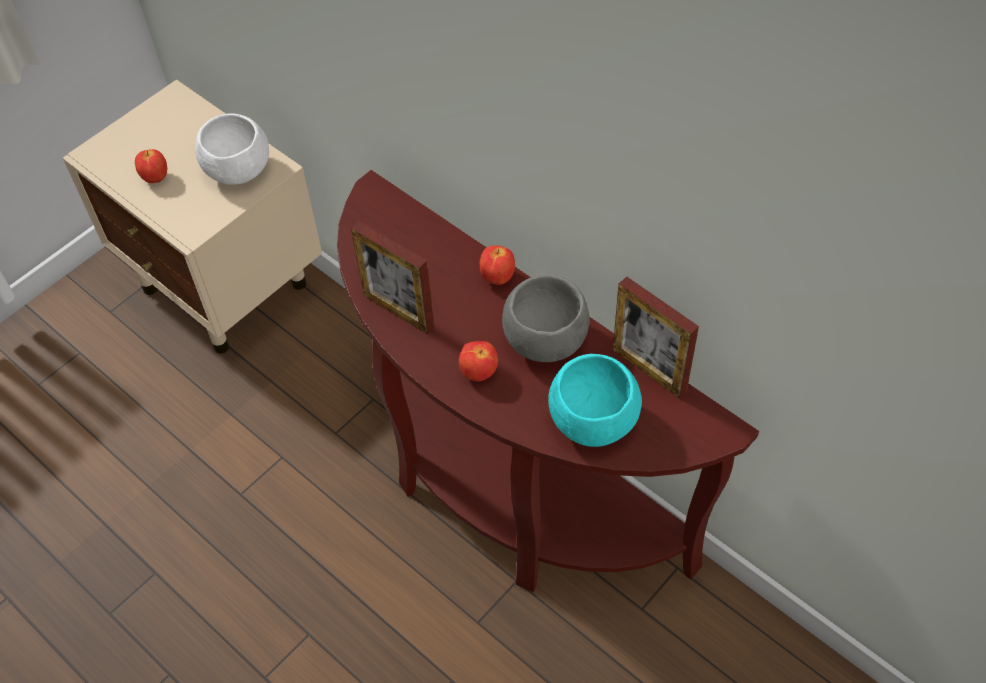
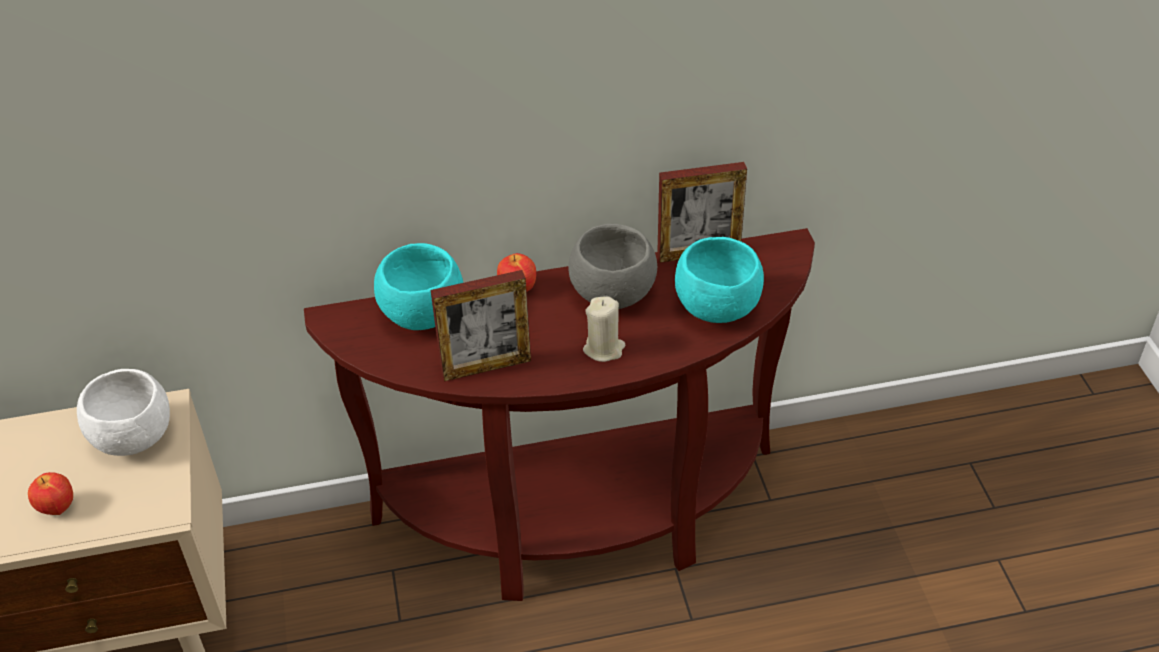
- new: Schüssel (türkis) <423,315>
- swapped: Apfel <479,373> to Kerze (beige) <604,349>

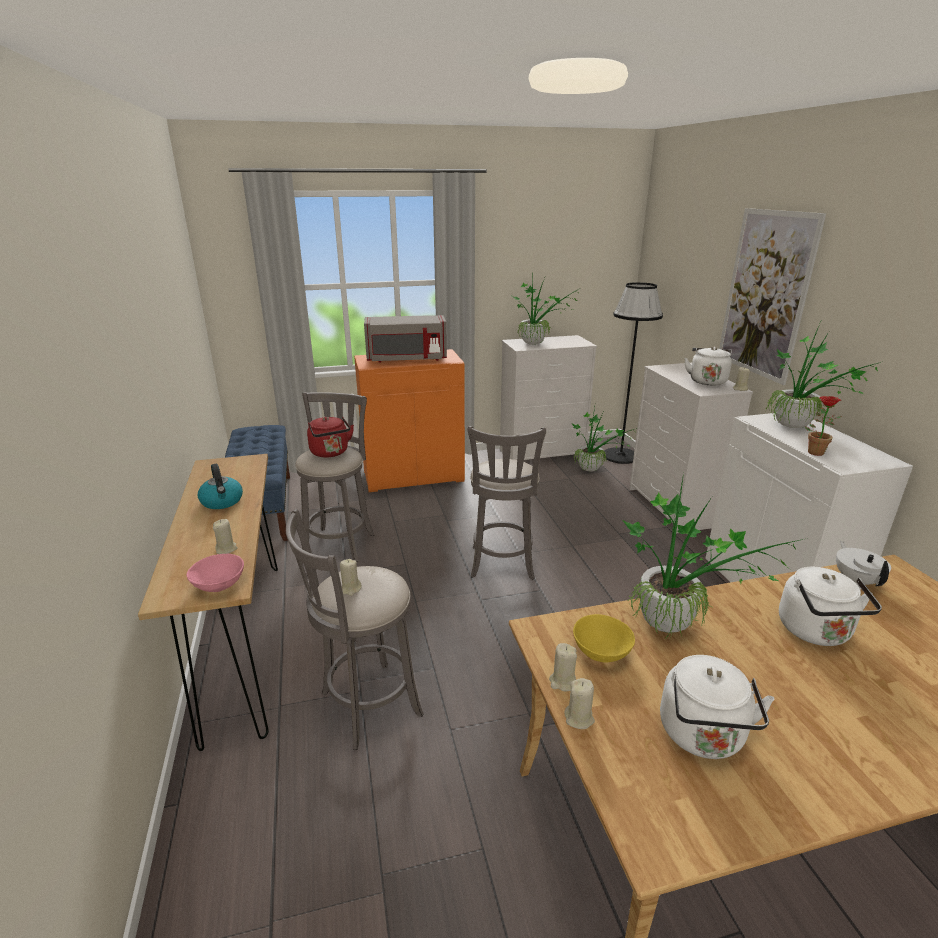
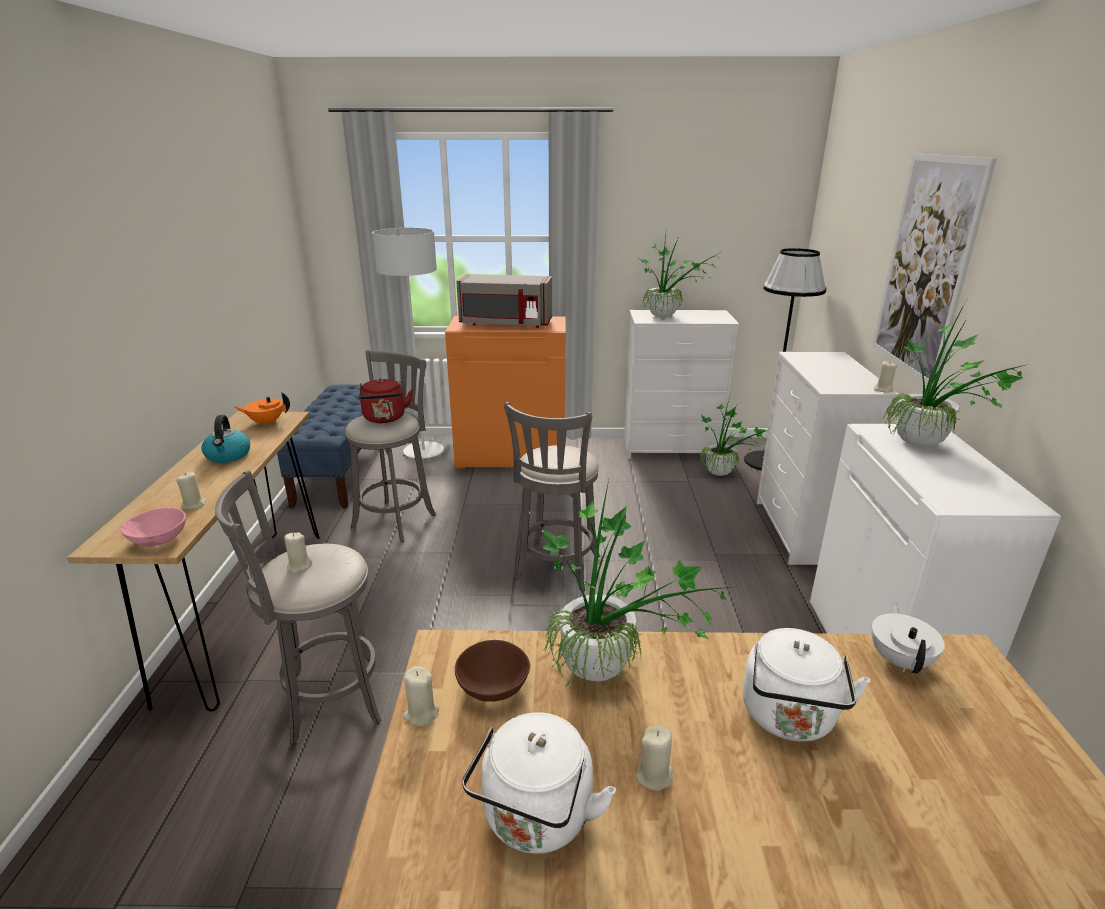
- new: Teekanne (orange) <266,422>
- new: Stehlampe (grau) <423,452>
- repainted: Schüssel (gelb) <601,652> to Schüssel (braun) <492,687>
- shifted: Kerze (beige) <579,718> to <654,775>
- gone: Wasserkessel (weiß) <707,381>
- gone: Topfpflanze <814,451>

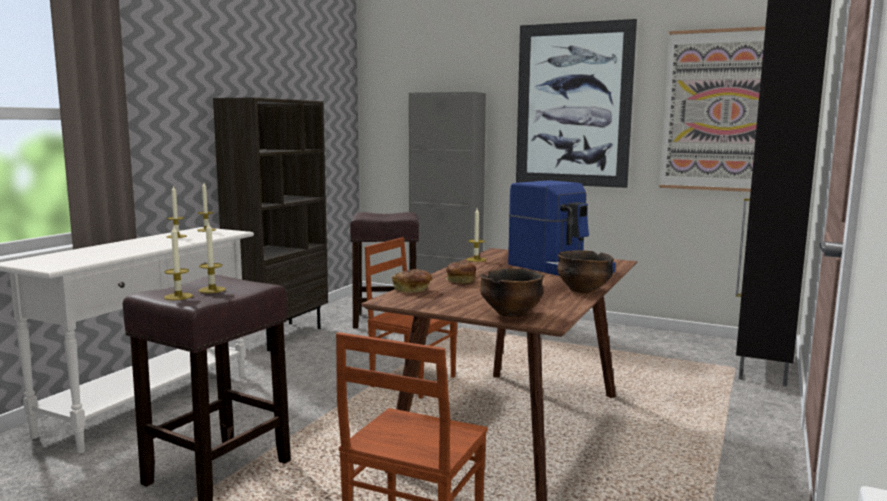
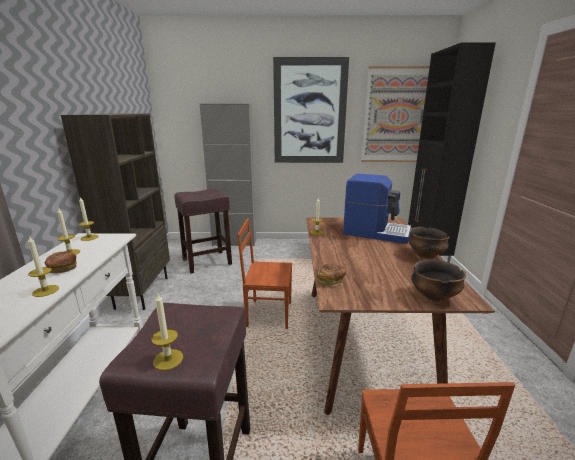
- shifted: Kerze <212,290> to <45,291>
- shifted: Brot <460,281> to <62,269>

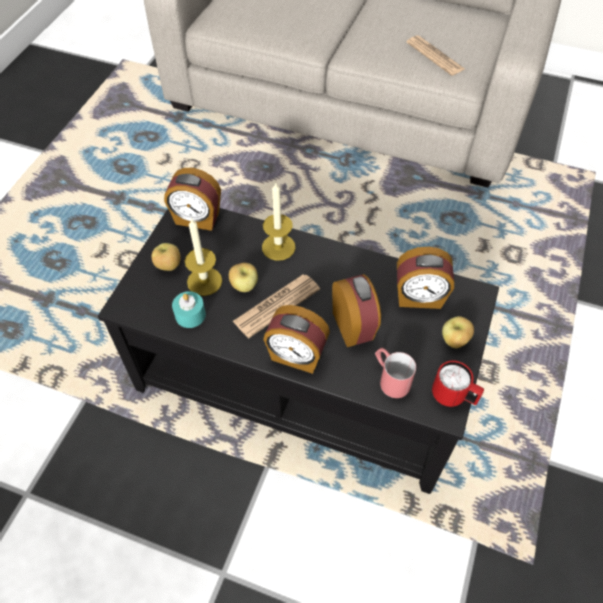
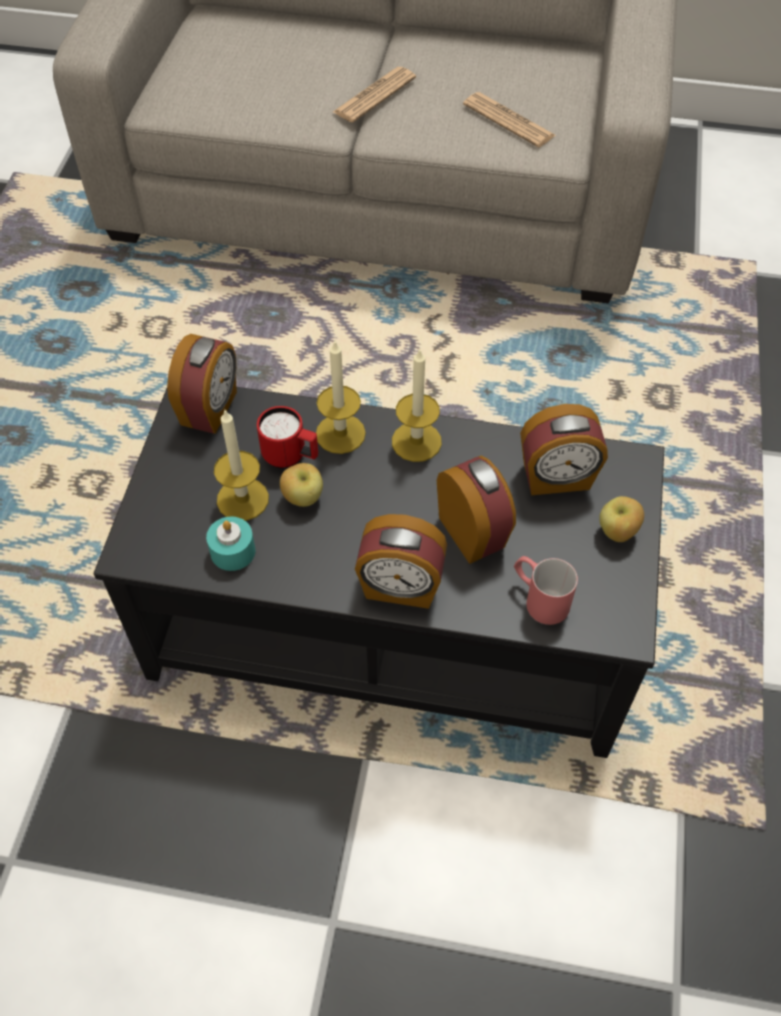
- rotated: Wecker <197,219> = <210,409> 75 degrees counterclockwise
- shifted: Henkelbecher (rot) <453,397> to <290,457>
- shifted: Zeitung <276,305> to <374,95>
- new: Kerze <416,441>
- gone: Apfel <168,266>

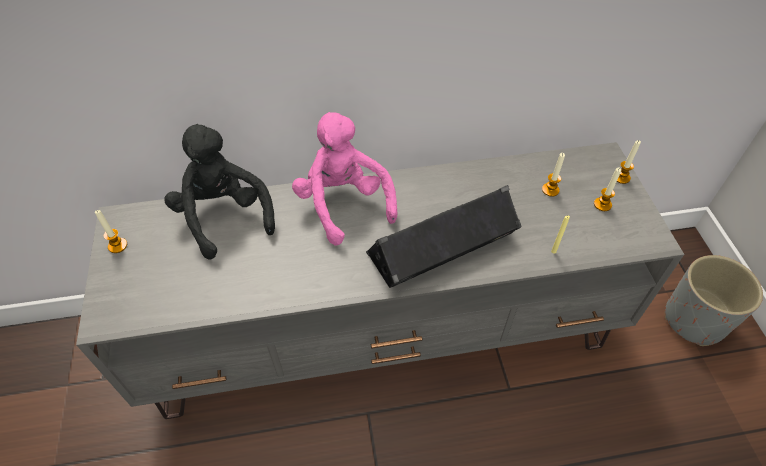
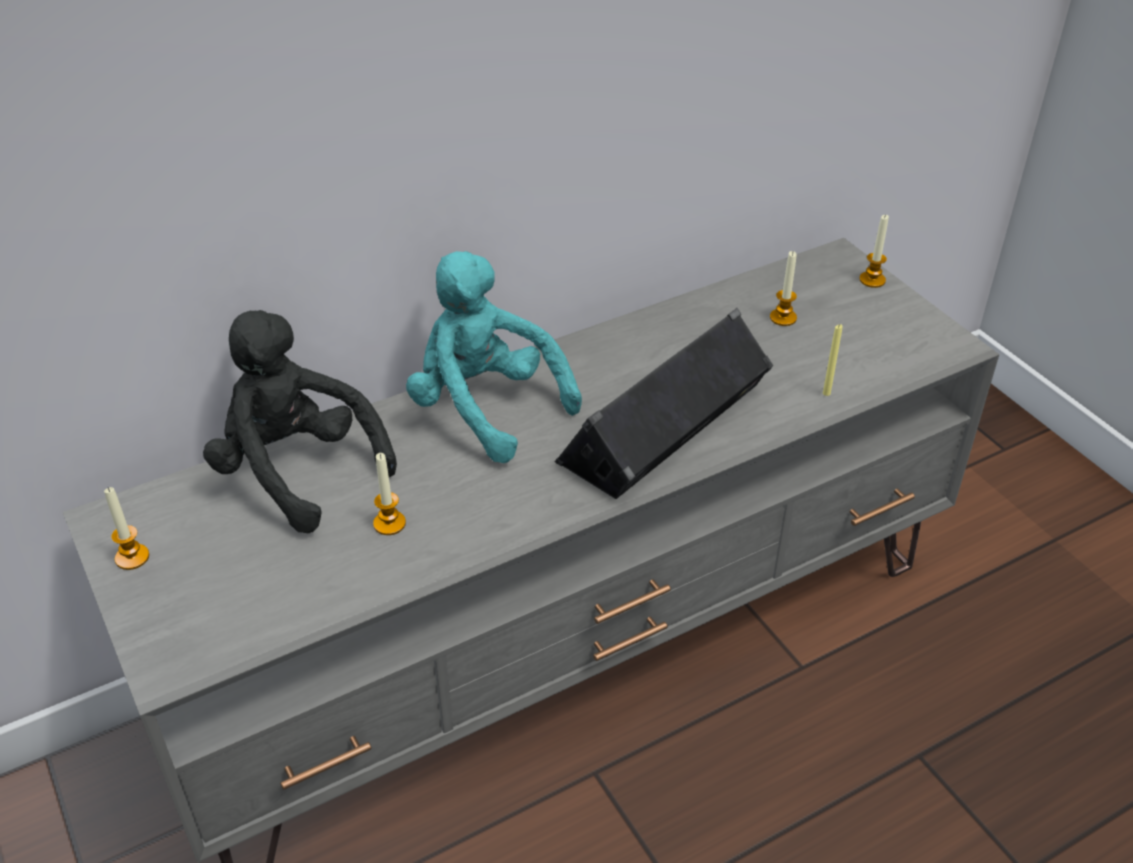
- shifted: Kerze <602,204> to <389,523>
- repainted: Plüschtier (rosa) <343,204> to Plüschtier (türkis) <485,407>
- gone: Pflanzkübel (grau) <695,320>

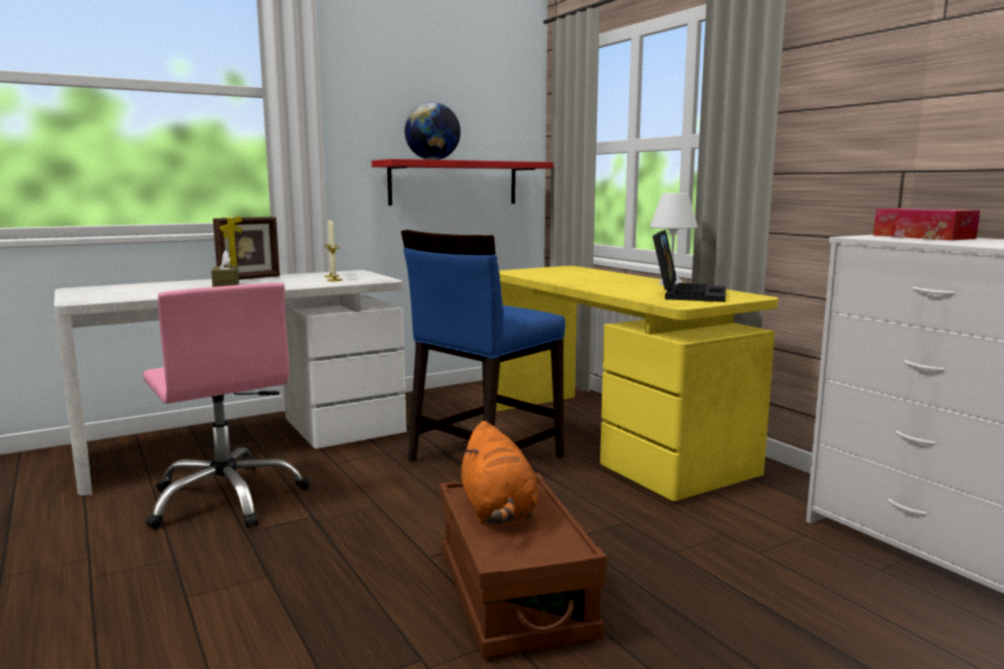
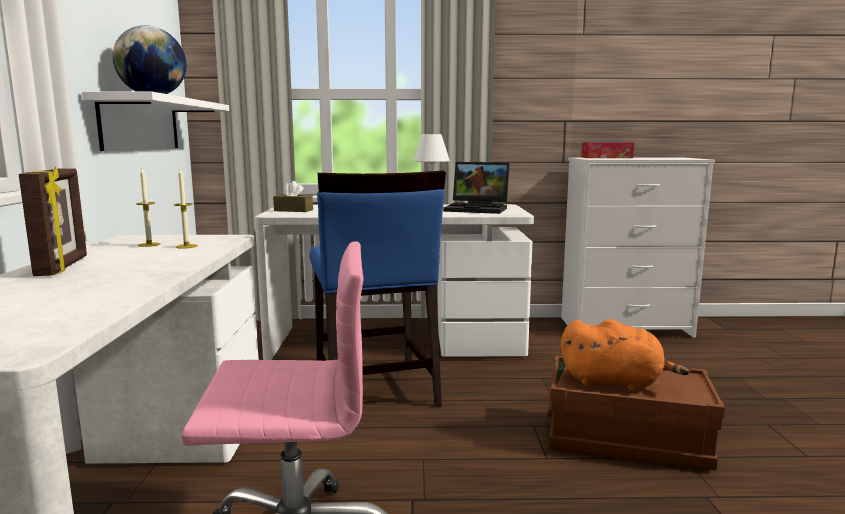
- repainted: Wandregal (rot) <454,183> to Wandregal (weiß) <141,124>
- repainted: Schreibtisch (gelb) <610,439> to Schreibtisch (weiß) <397,341>
- shifted: Taschentuchbox (braun) <226,286> to <293,210>
- rotated: Laptop <686,294> = <478,209> 150 degrees clockwise

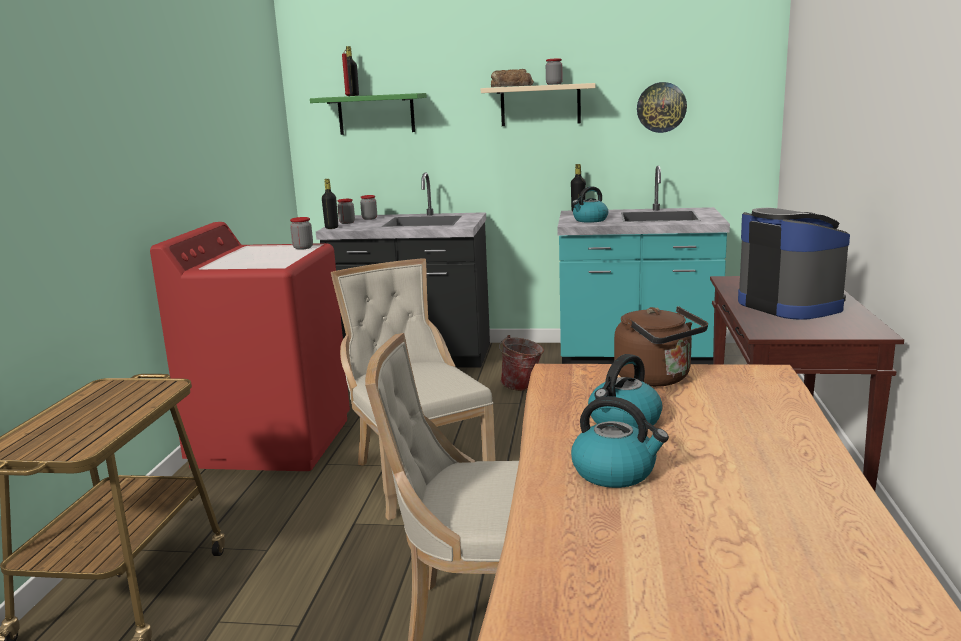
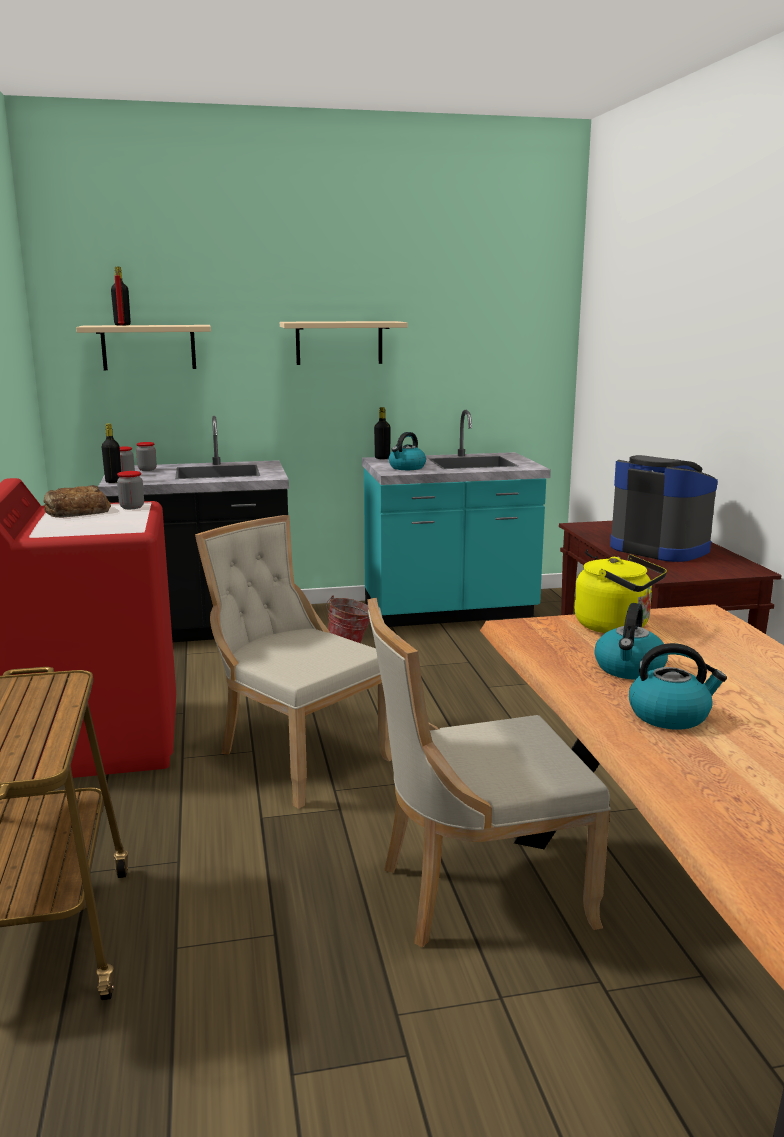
- shifted: Brot <510,86> to <76,511>
- repainted: Wandregal (grün) <376,114> to Wandregal (beige) <148,347>
- repainted: Wasserkessel (braun) <657,379> to Wasserkessel (gelb) <616,626>
- gone: Vorratsglas <554,84>
- gone: Wanduhr <661,107>

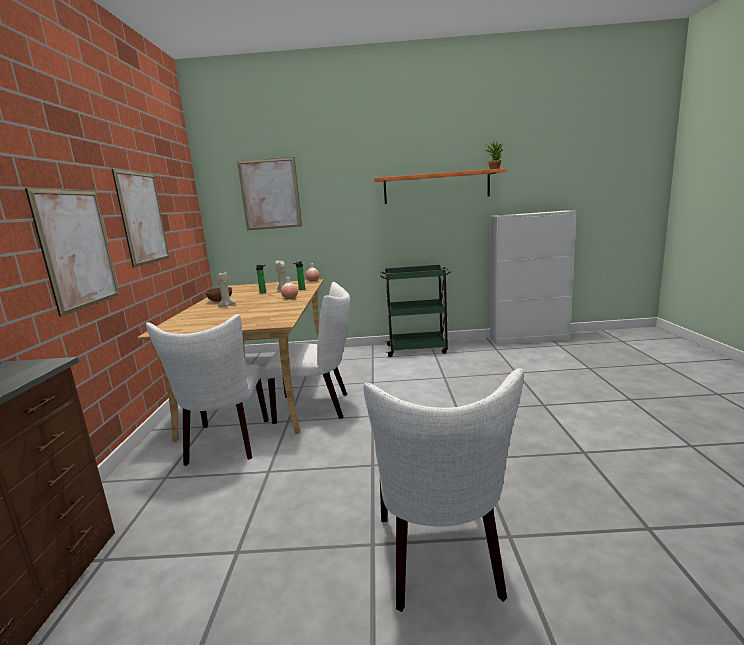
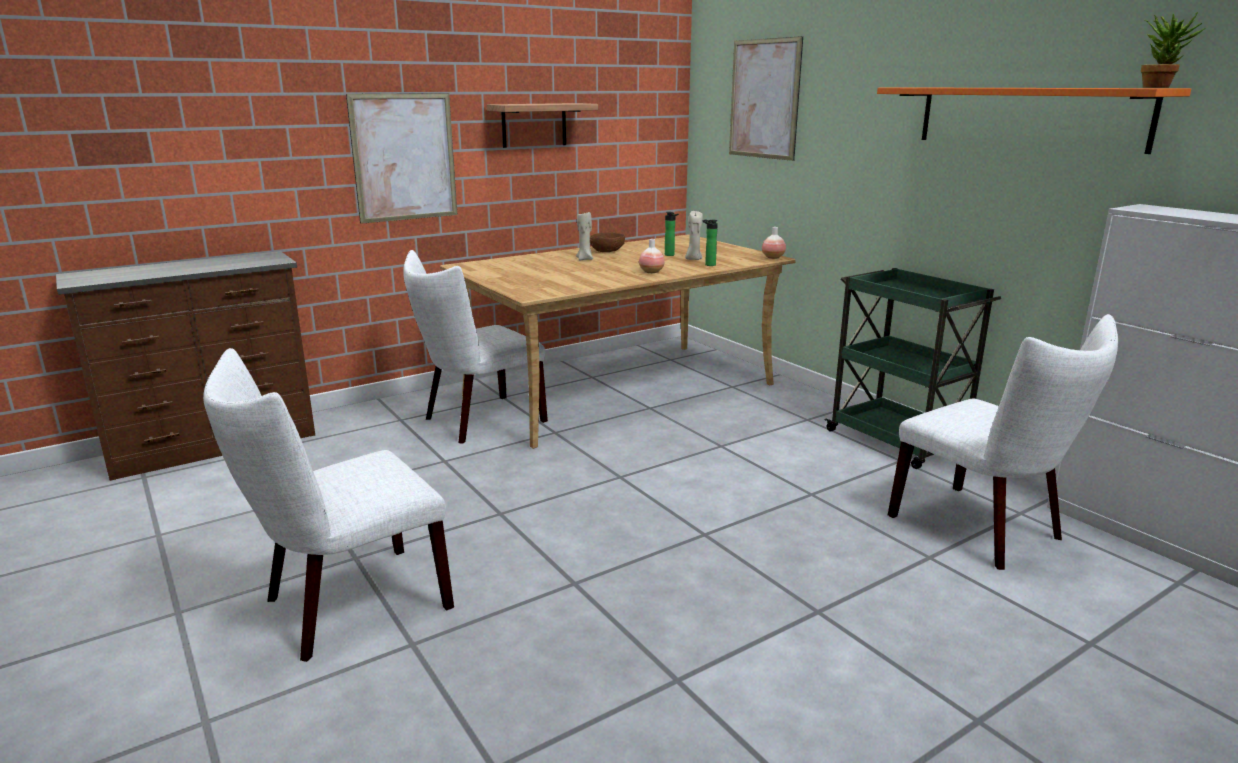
- swapped: Bild <143,218> to Wandregal <534,125>
- shifted: Stuhl (weiß) <317,407> to <984,530>

